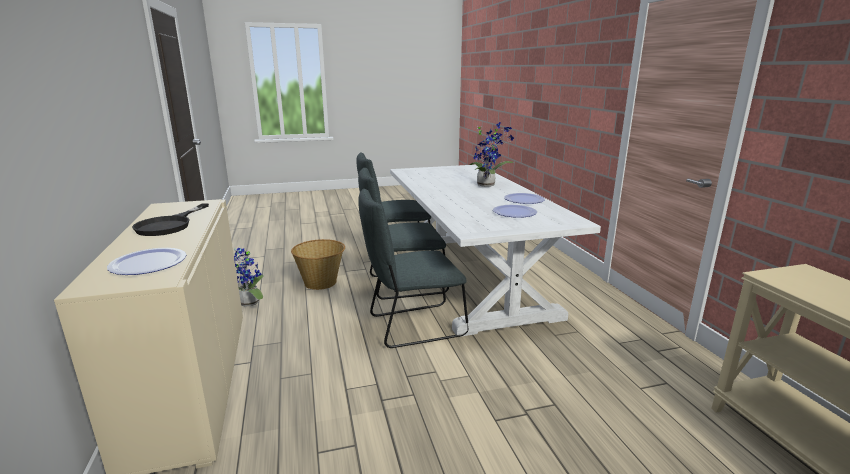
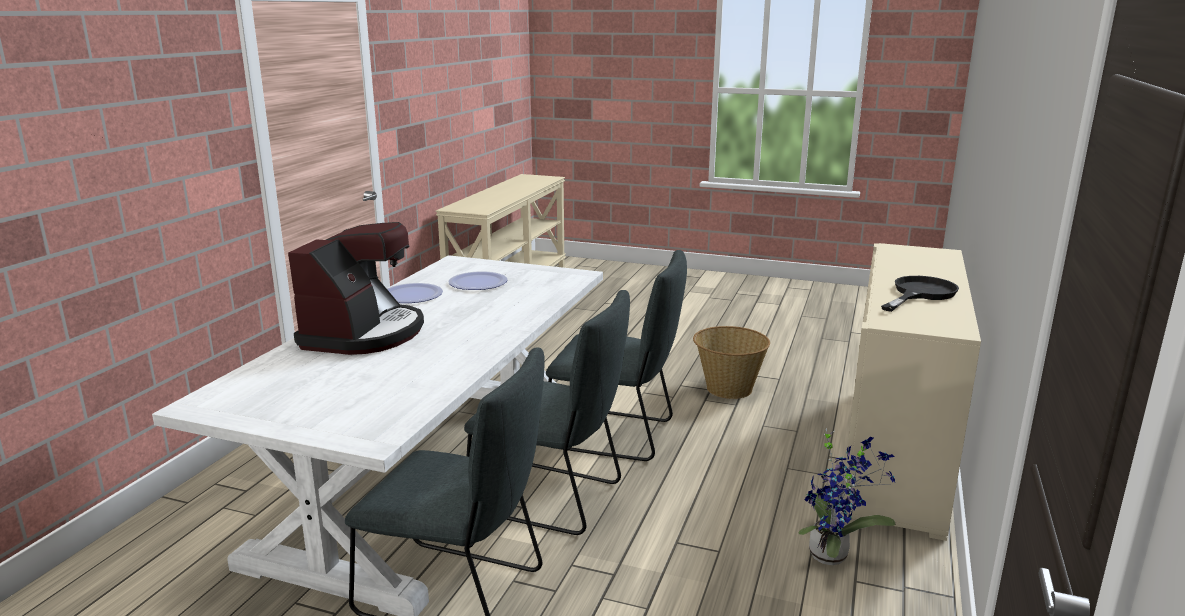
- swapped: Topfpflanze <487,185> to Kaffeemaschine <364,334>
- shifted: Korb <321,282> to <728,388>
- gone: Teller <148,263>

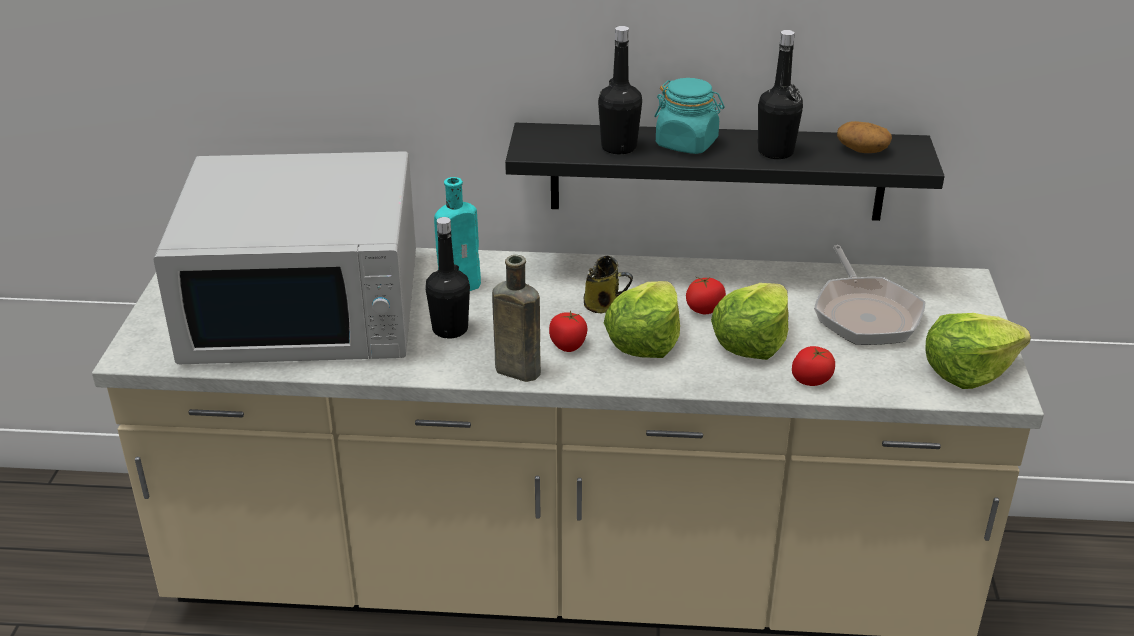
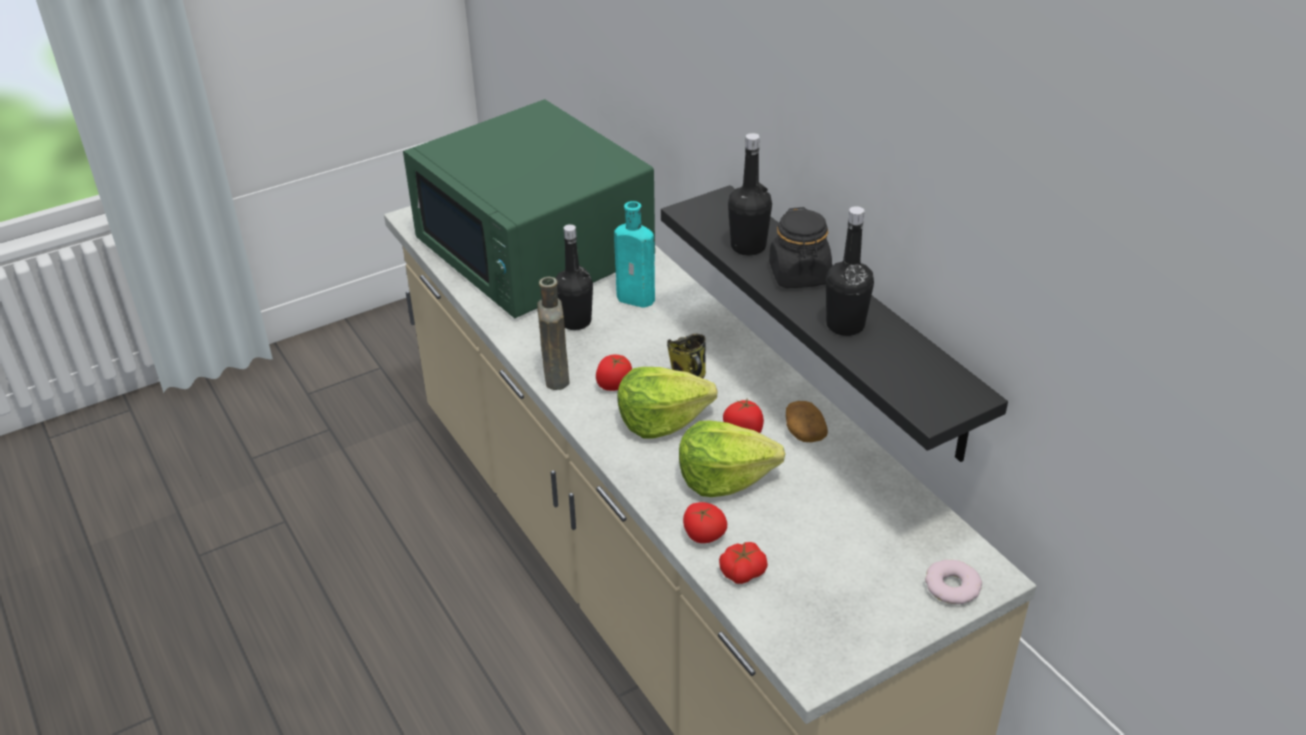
- repainted: Mikrowelle (weiß) <307,308> to Mikrowelle (grün) <535,250>
- new: Tomate <742,571>
- repainted: Vorratsglas (türkis) <687,143> to Vorratsglas (schwarz) <799,275>
- shifted: Kartoffel <861,150> to <804,432>
- new: Donut <951,586>
- gone: Pfanne <865,314>
- gone: Salatkopf <968,370>

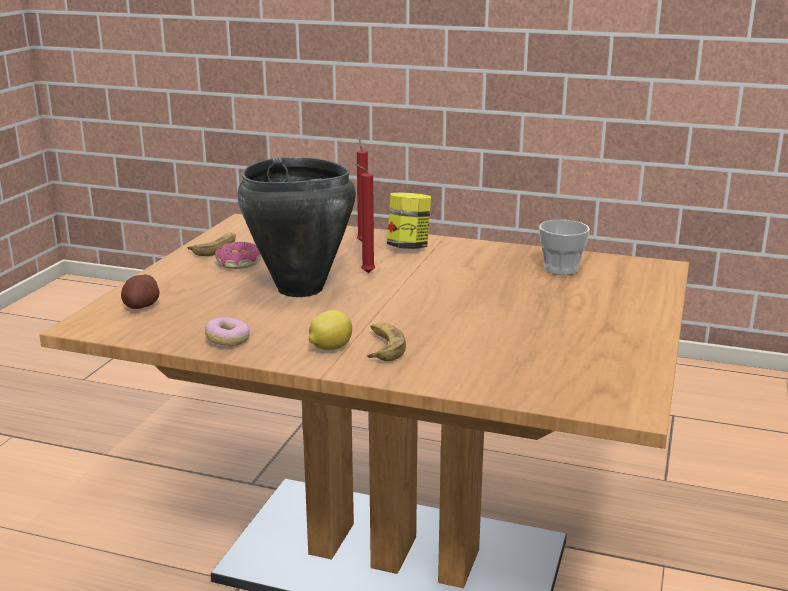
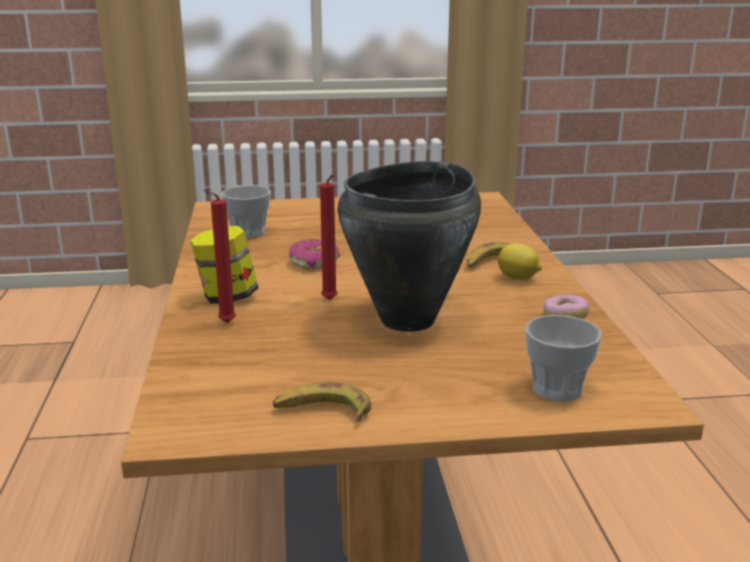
- shifted: Donut <238,263> to <314,262>
- swapped: Kartoffel <142,306> to Tasse <557,389>

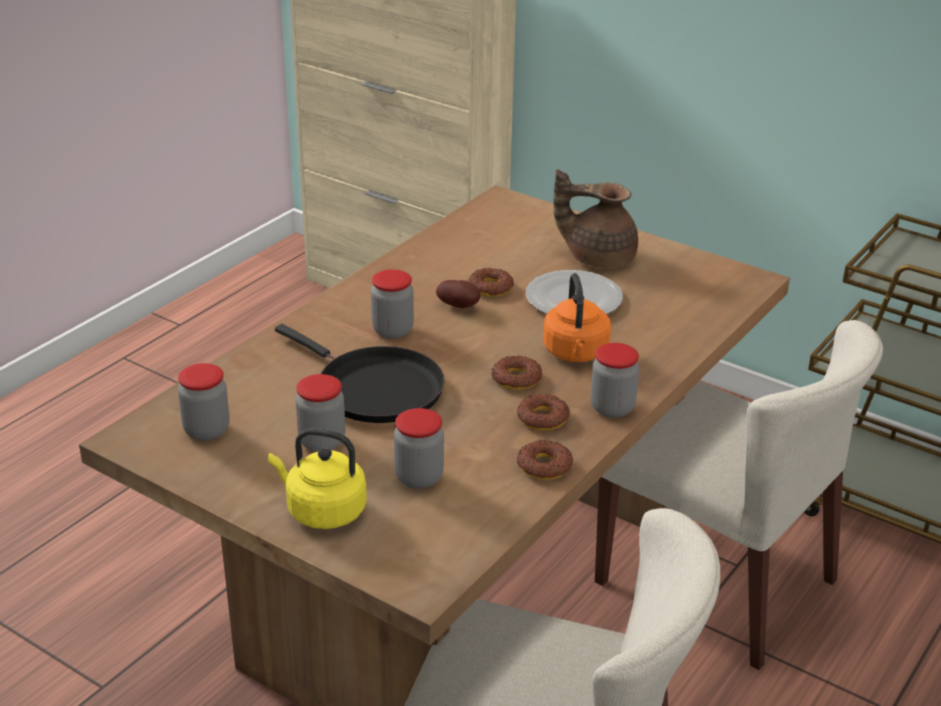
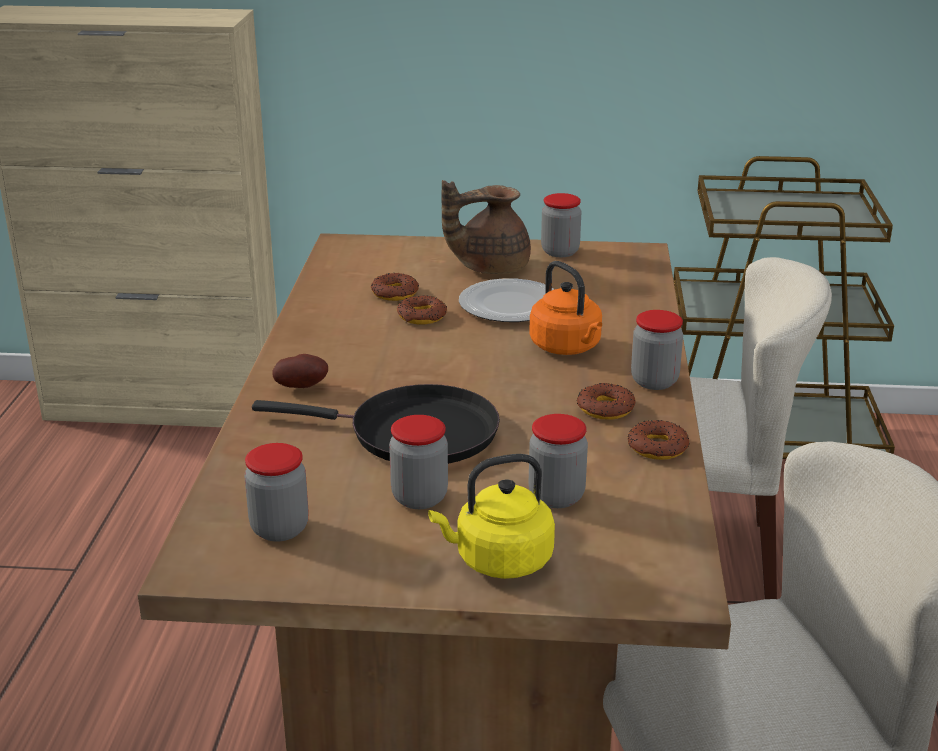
- shifted: Kartoffel <460,306> to <302,387>
- shifted: Donut <516,379> to <394,293>
- shifted: Vorratsglas <392,330> to <560,252>

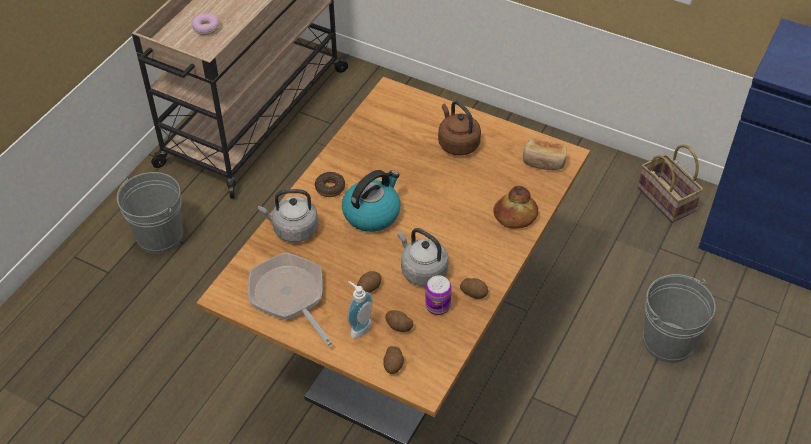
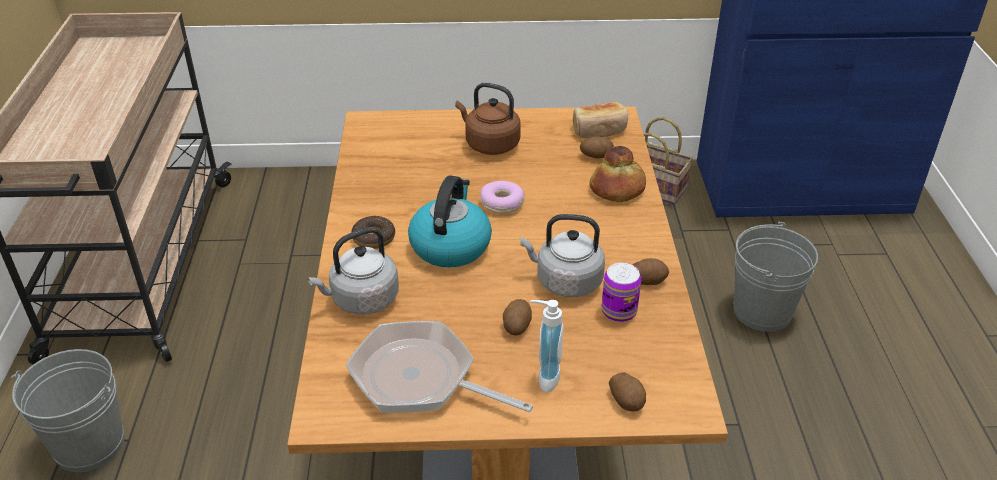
- shifted: Donut <206,28> to <502,203>
- shifted: Kartoffel <398,326> to <596,156>

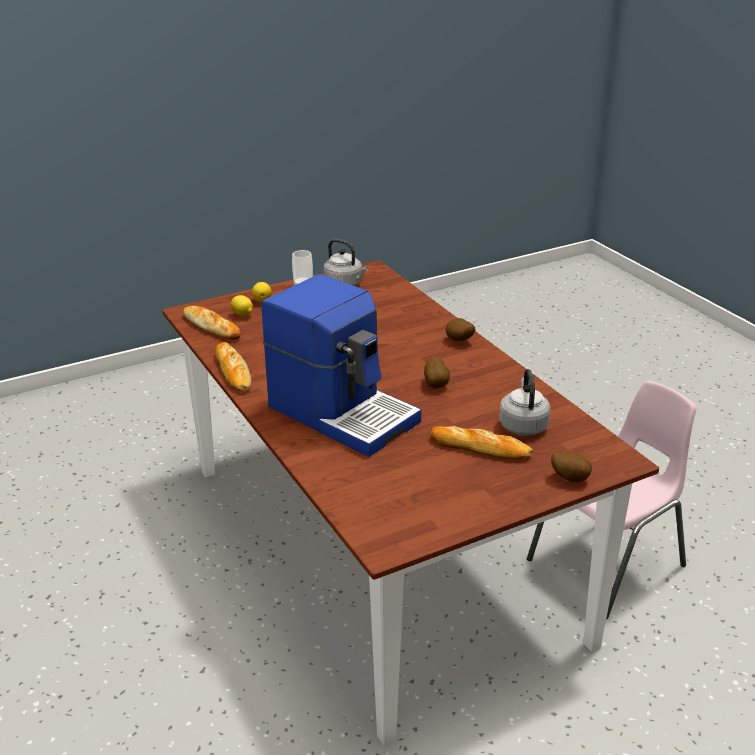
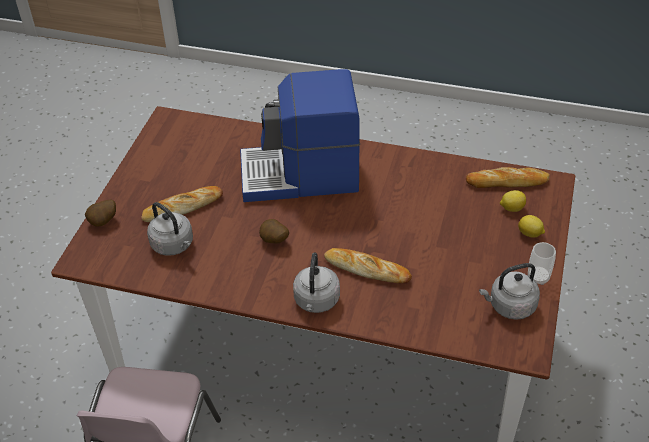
- swapped: Kartoffel <459,341> to Wasserkessel (grau) <316,301>
- shifted: Brot <233,371> to <367,269>

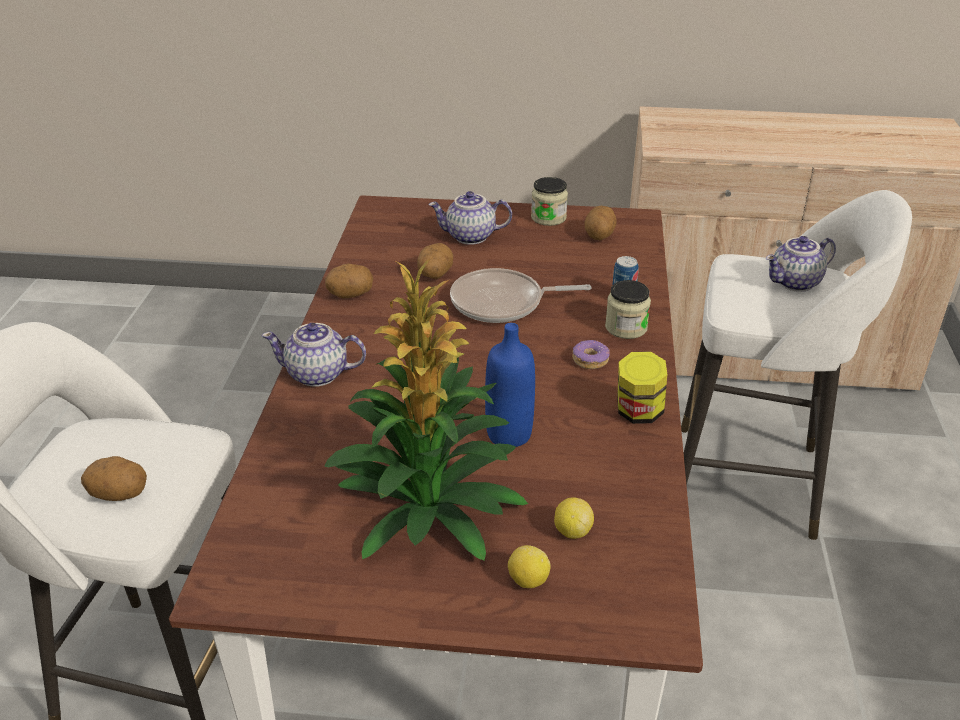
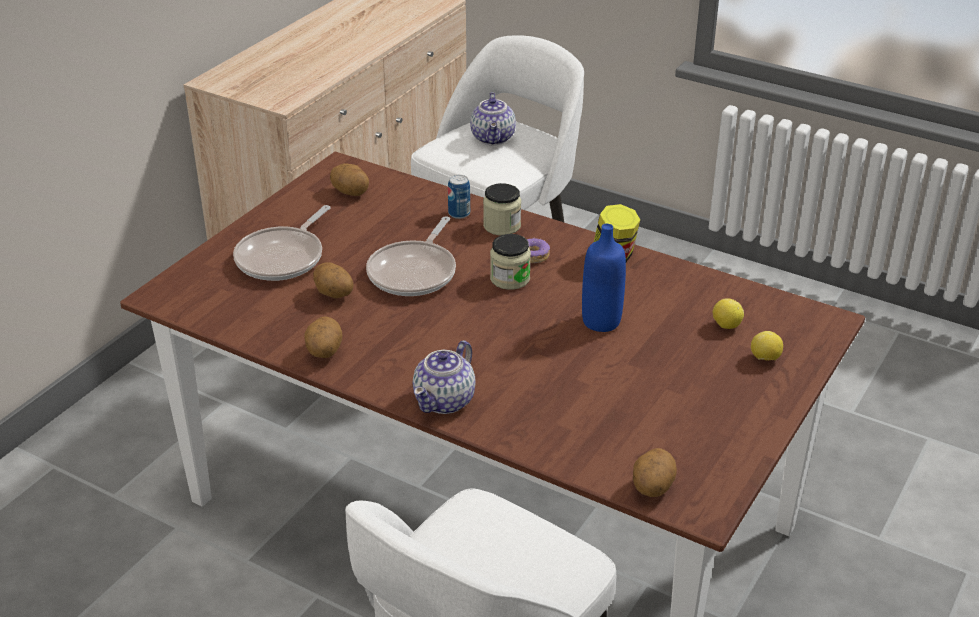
- swapped: Teekanne <470,237> to Pfanne <283,258>
- shifted: Vorratsglas <548,218> to <510,279>
- shifted: Kartoffel <119,494> to <652,488>
- gone: Topfpflanze <426,508>

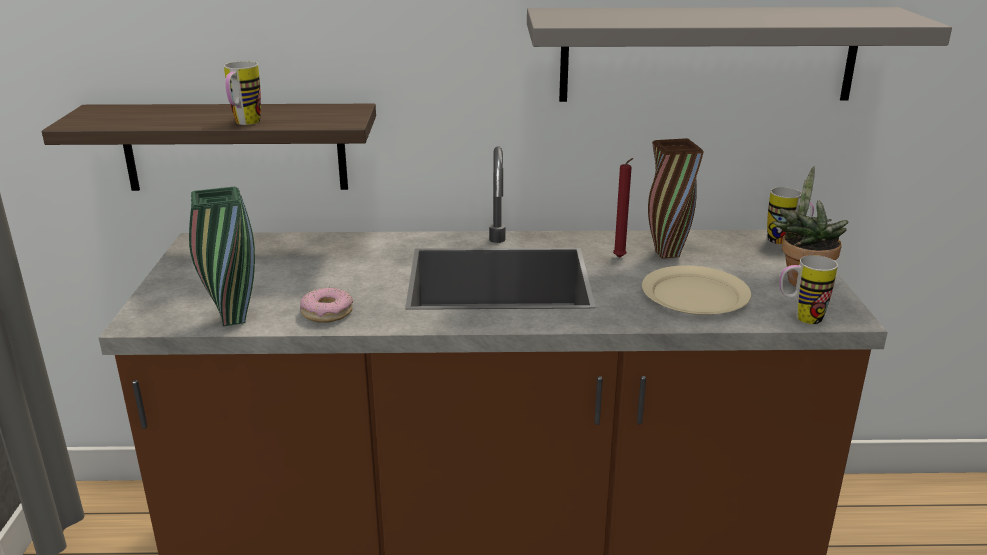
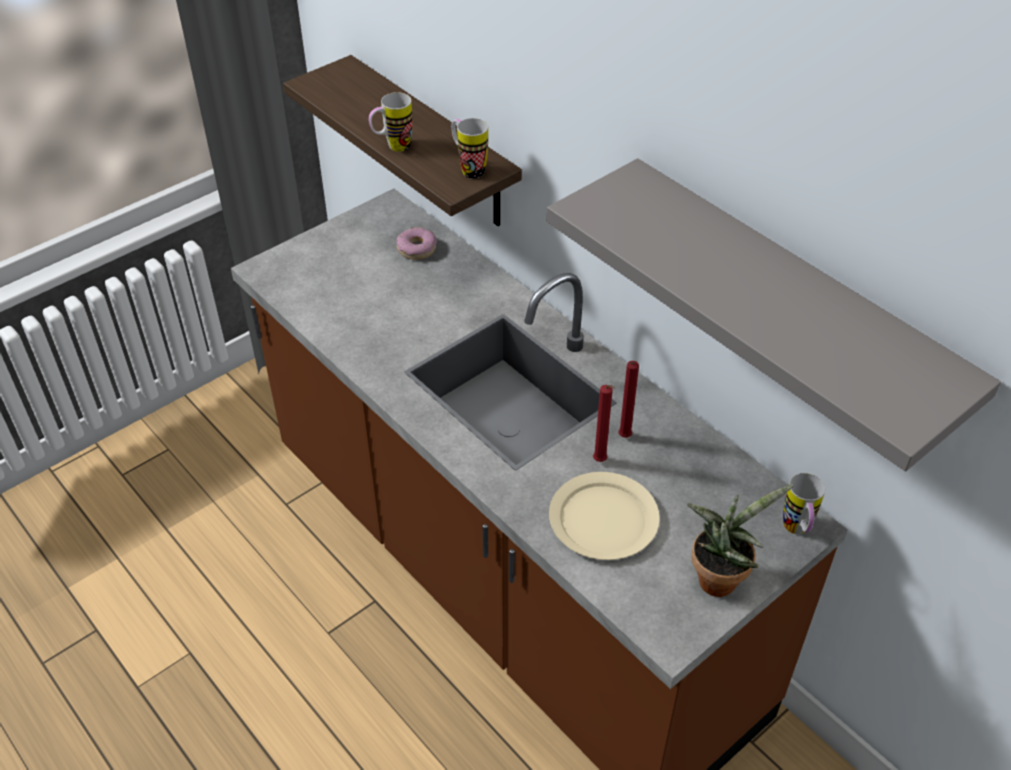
- shifted: Donut <327,313> to <416,248>
- shifted: Henkelbecher <799,318> to <468,168>
- new: Kerze (rot) <601,462>
- gone: Vase (grün) <233,319>
- gone: Vase (braun) <667,254>

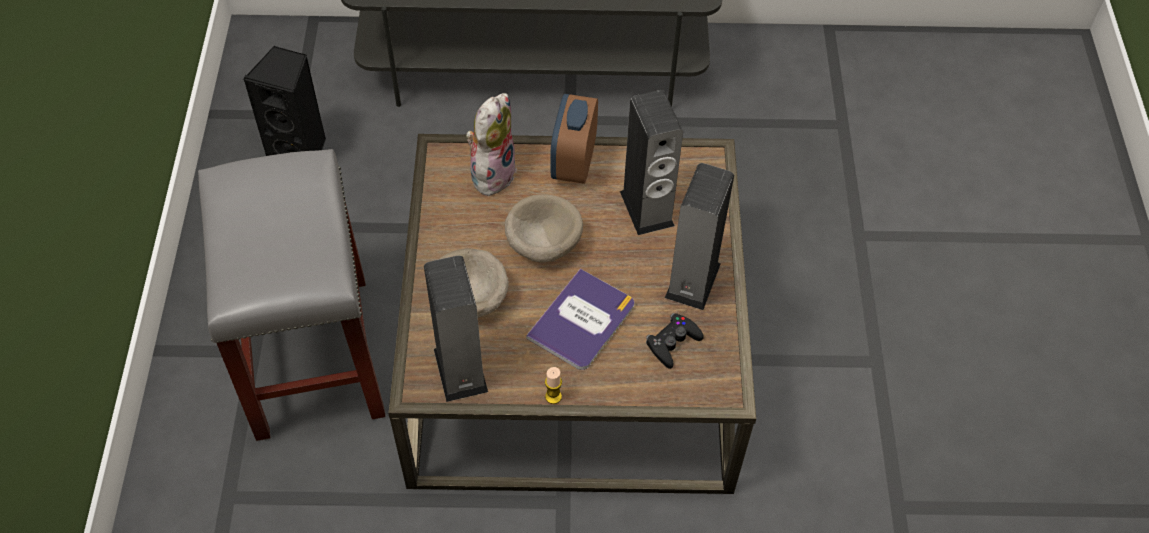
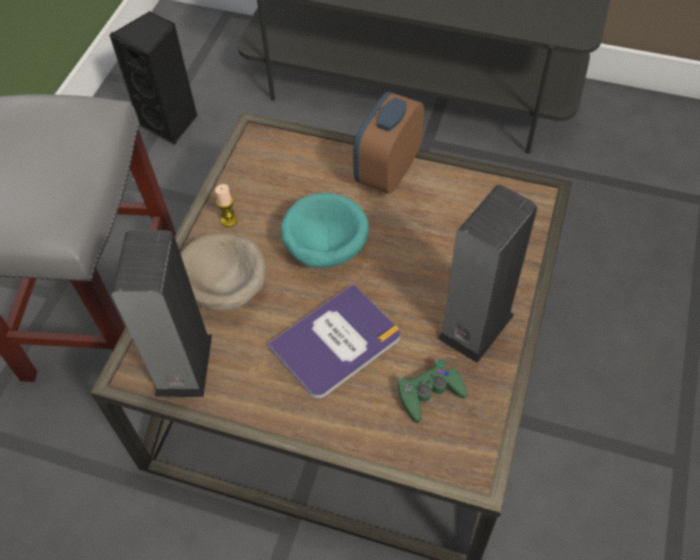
- shifted: Kerze <553,396> to <229,220>
- repainted: Schüssel (beige) <542,243> to Schüssel (türkis) <324,247>
- repainted: Gamepad (schwarz) <672,343> to Gamepad (grün) <429,393>
- gone: Plüschtier <492,172>
- gone: Lautsprecher <647,208>

